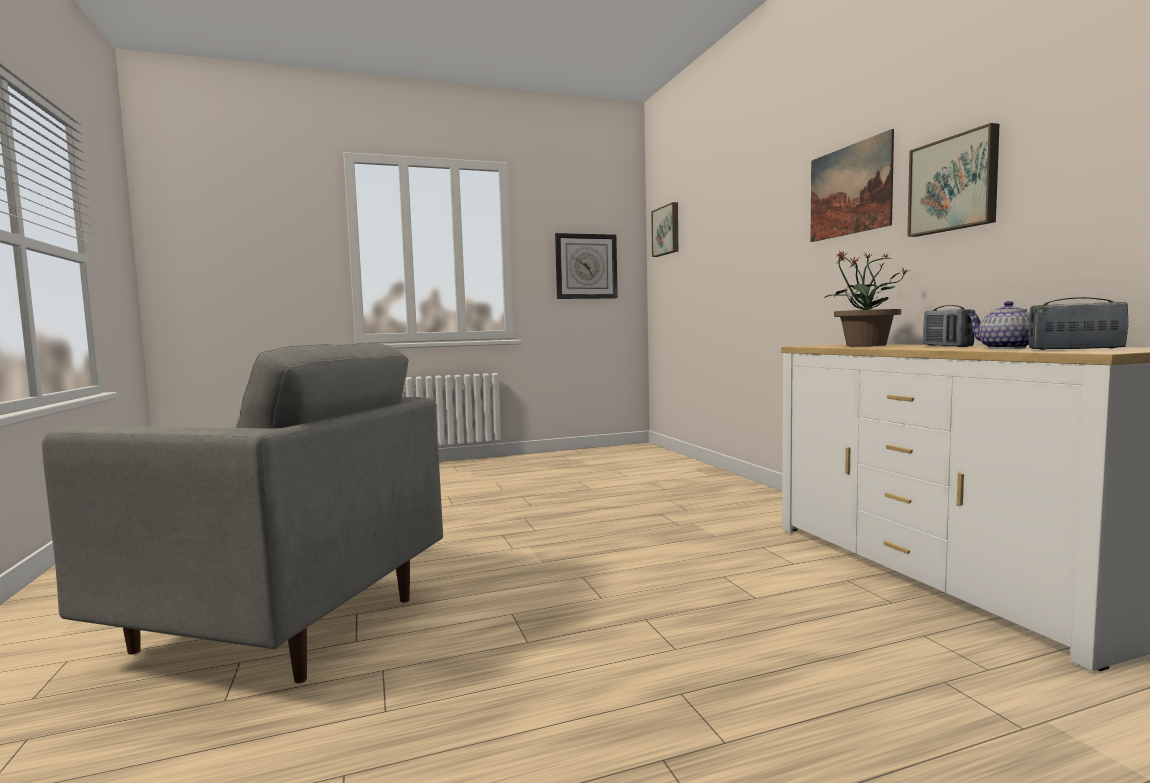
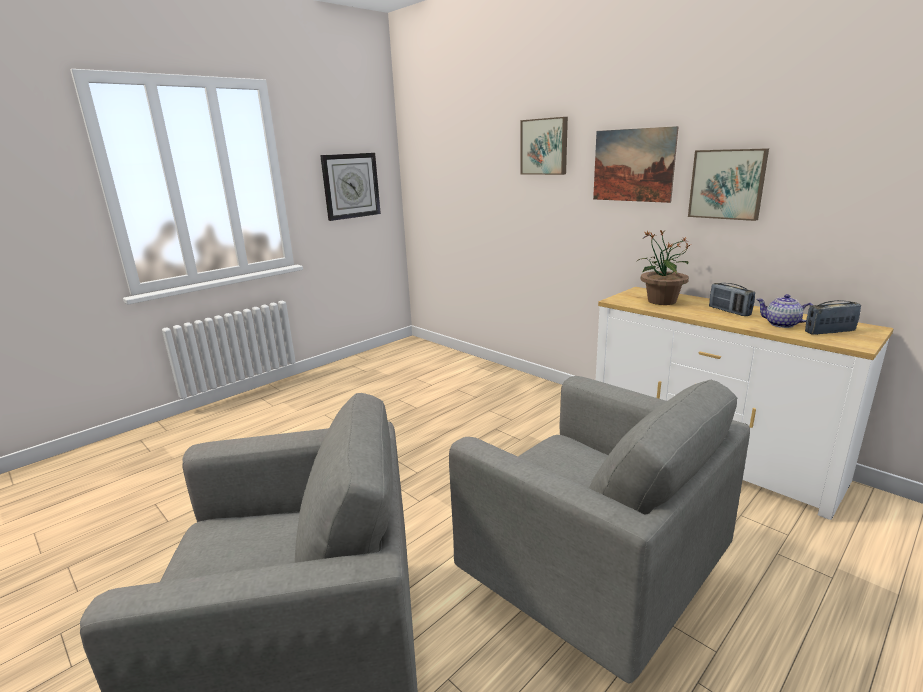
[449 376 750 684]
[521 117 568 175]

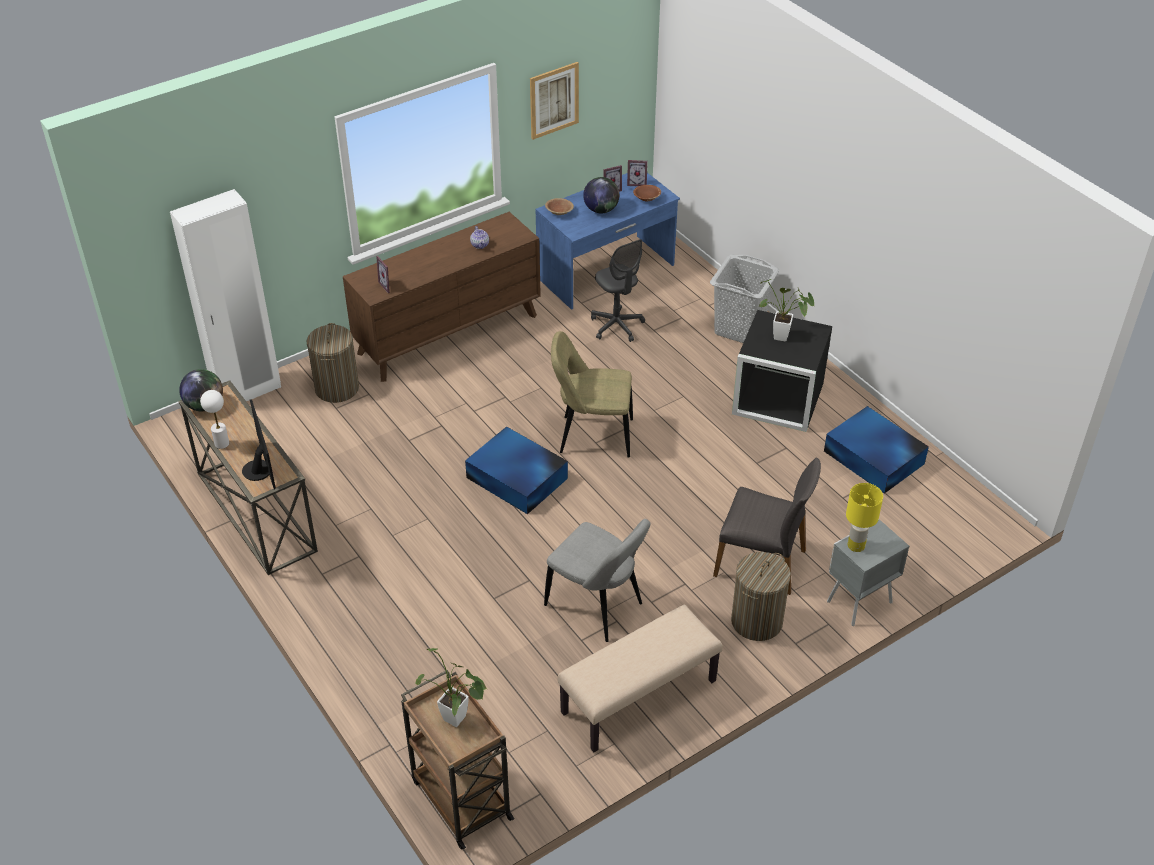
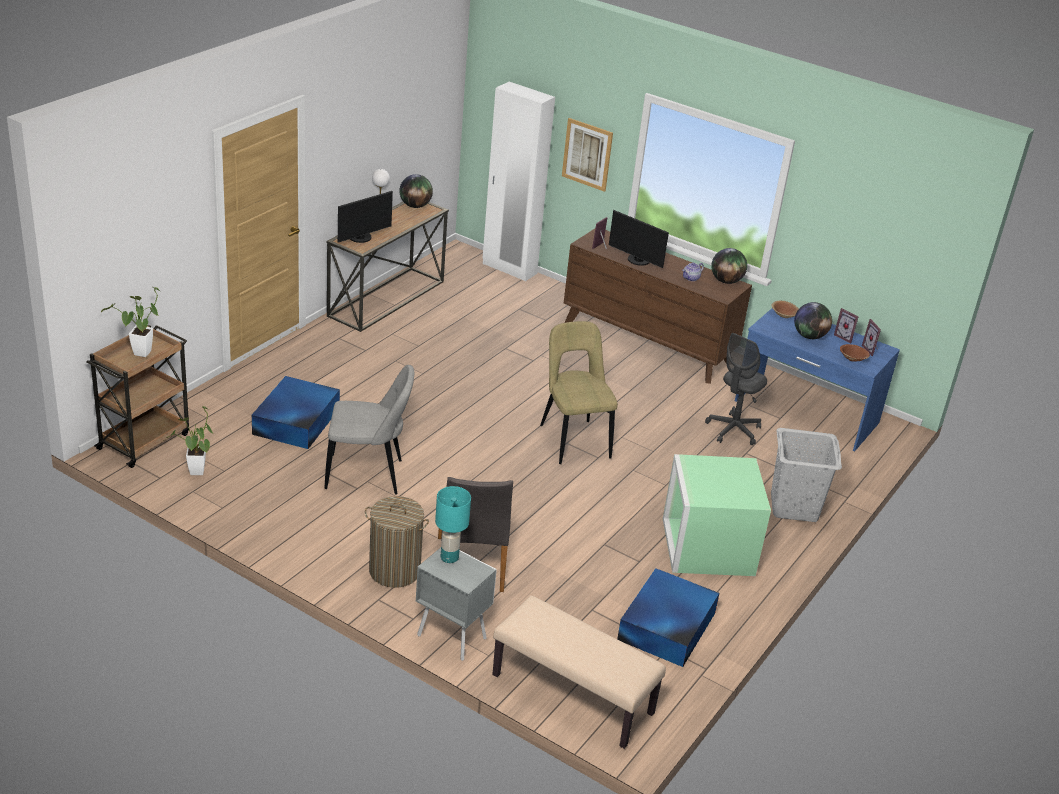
[165 406 213 475]
[252 376 340 449]
[324 365 414 495]
[435 486 471 563]
[493 596 666 749]
[562 118 613 192]
[609 210 669 268]
[663 454 771 576]
[711 248 747 284]
[307 323 359 403] (first image)

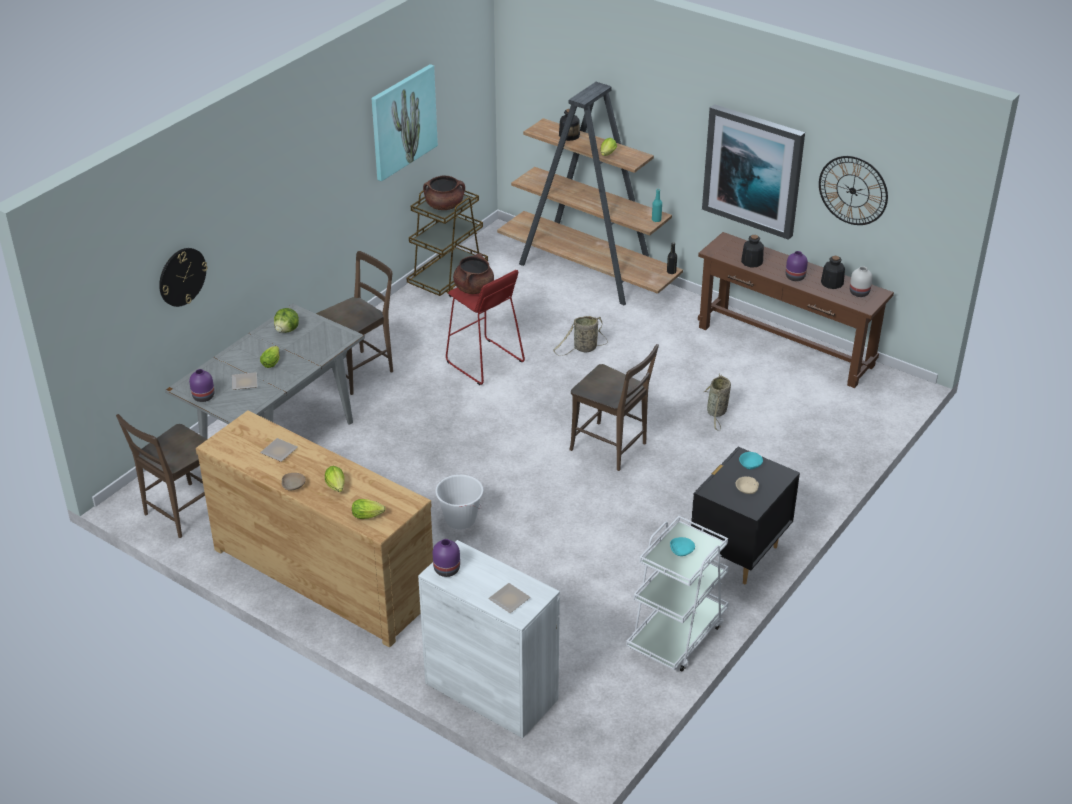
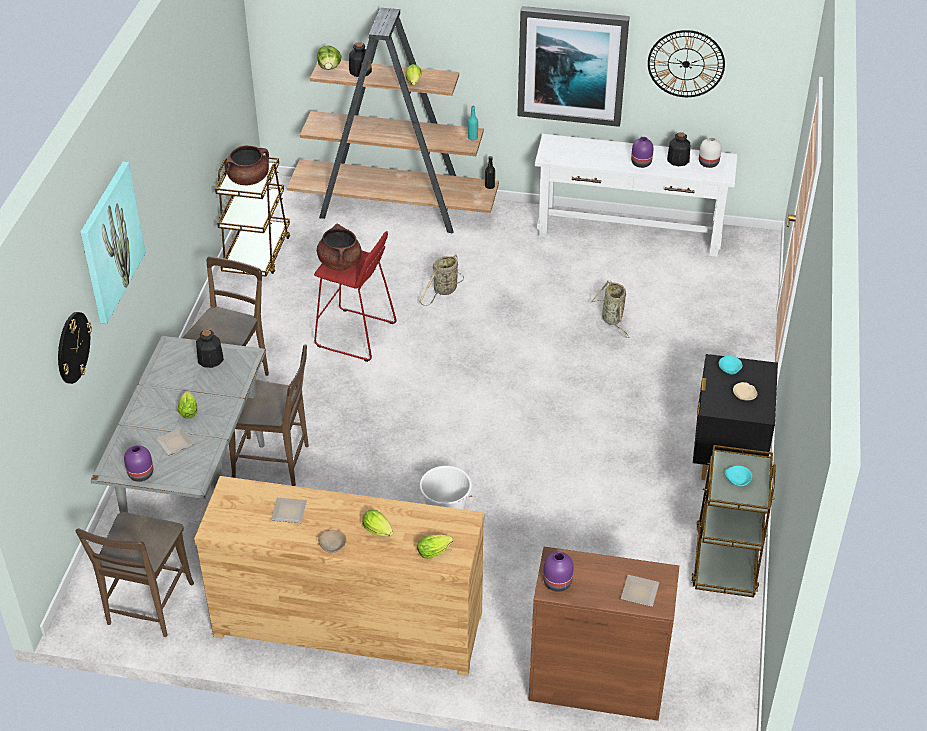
[80 161 146 324]
[196 330 224 368]
[229 345 309 486]
[317 45 341 70]
[529 547 679 721]
[535 134 738 257]
[691 445 776 597]

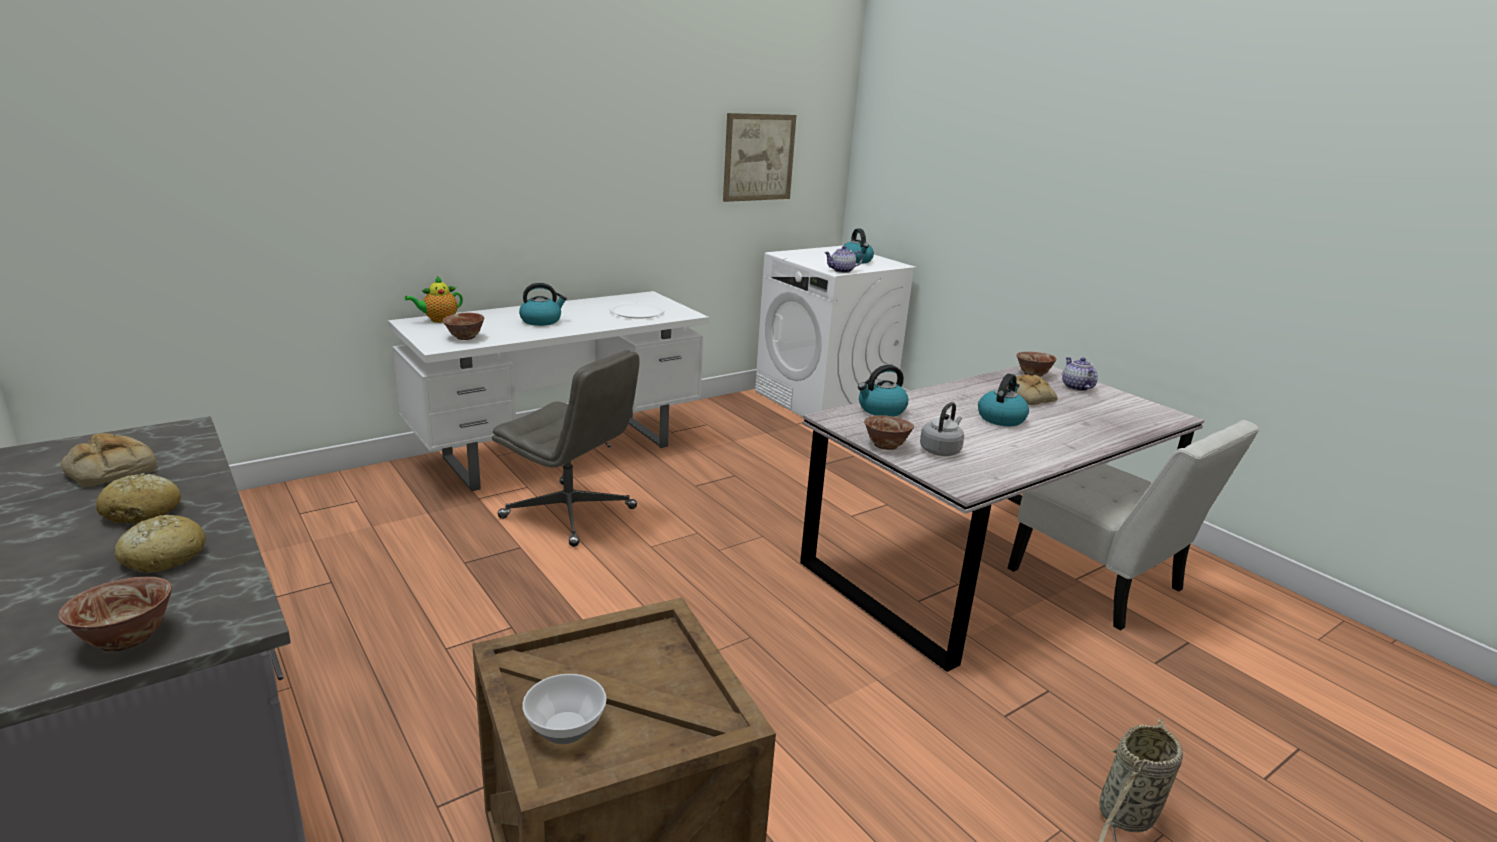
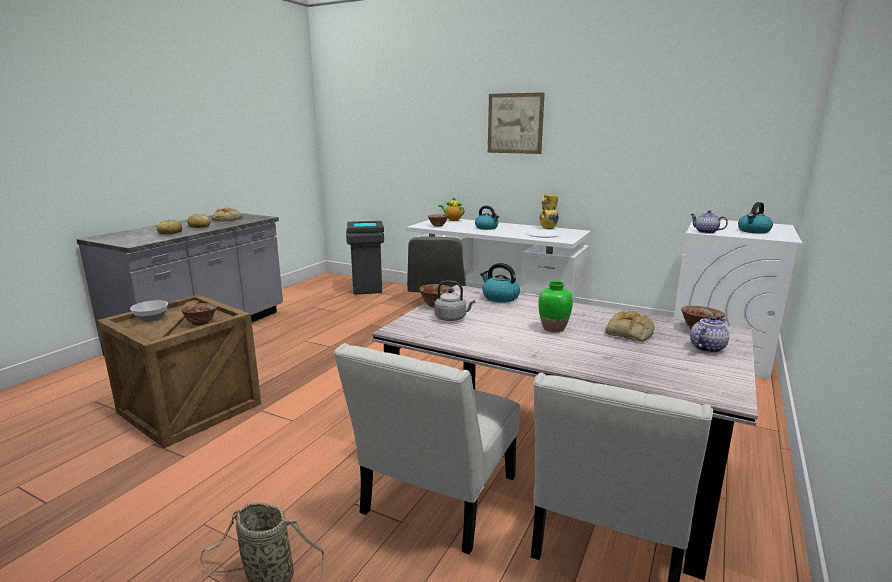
[181 303 217 325]
[334 343 520 555]
[346 221 384 295]
[488 92 545 154]
[538 281 573 332]
[540 194 558 229]

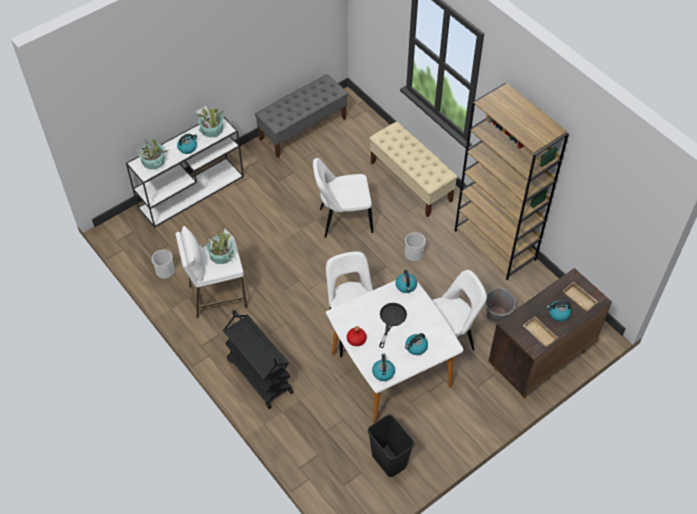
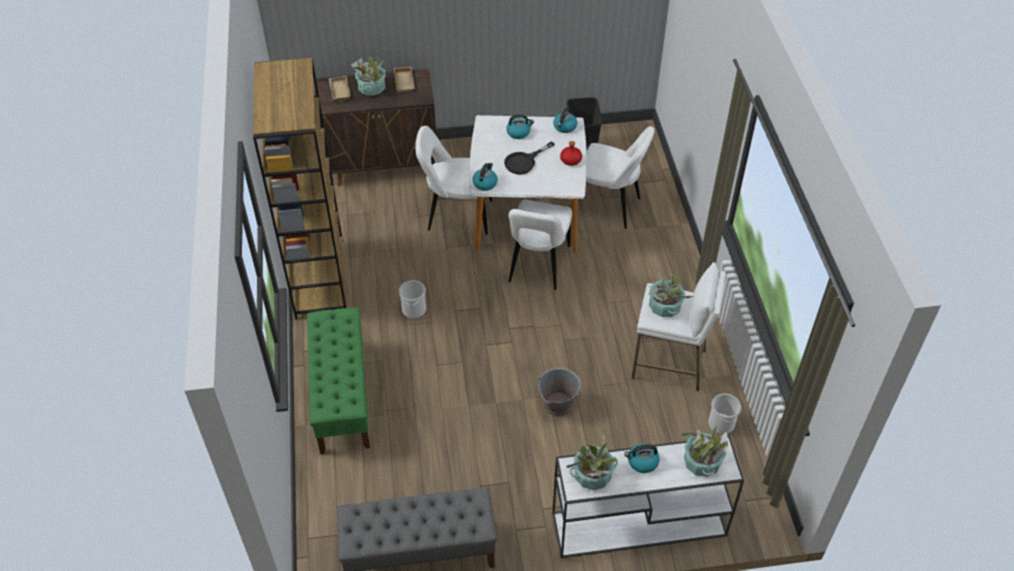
[307 308 370 454]
[351 57 386 96]
[538 368 582 417]
[570 126 655 229]
[223 310 293 409] (first image)

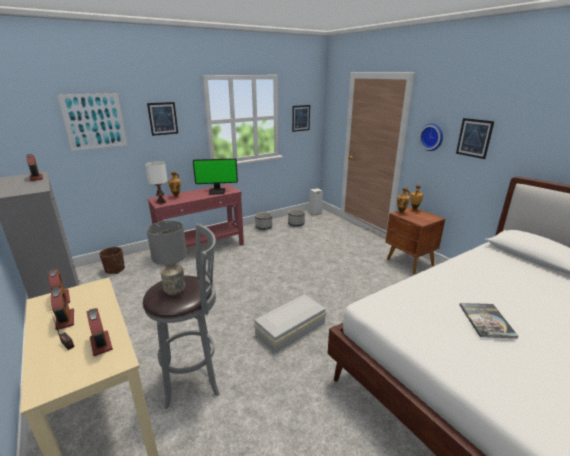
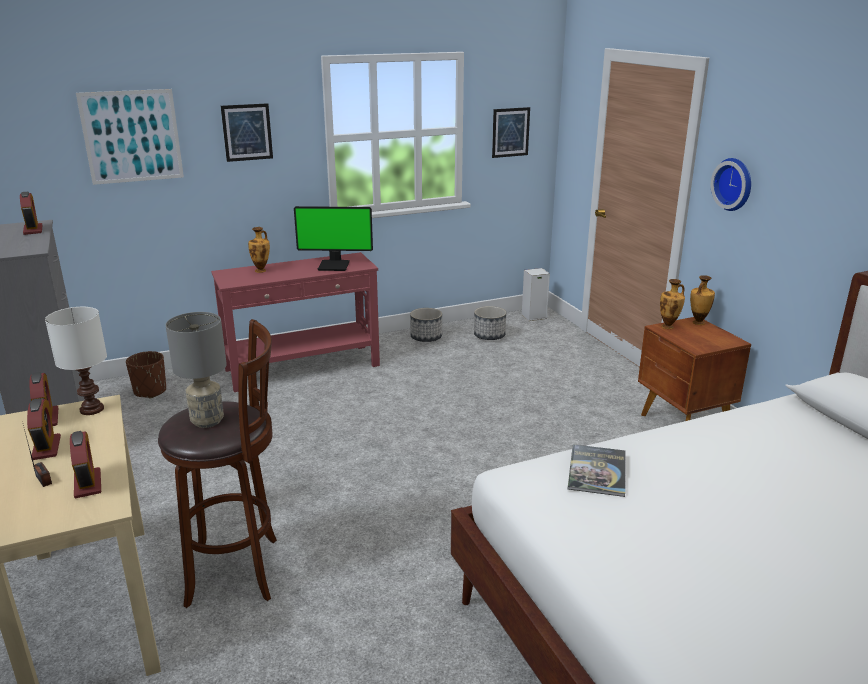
[45 307 107 415]
[158 319 277 608]
[568 444 626 497]
[254 294 326 353] (first image)
[456 118 494 159] (first image)

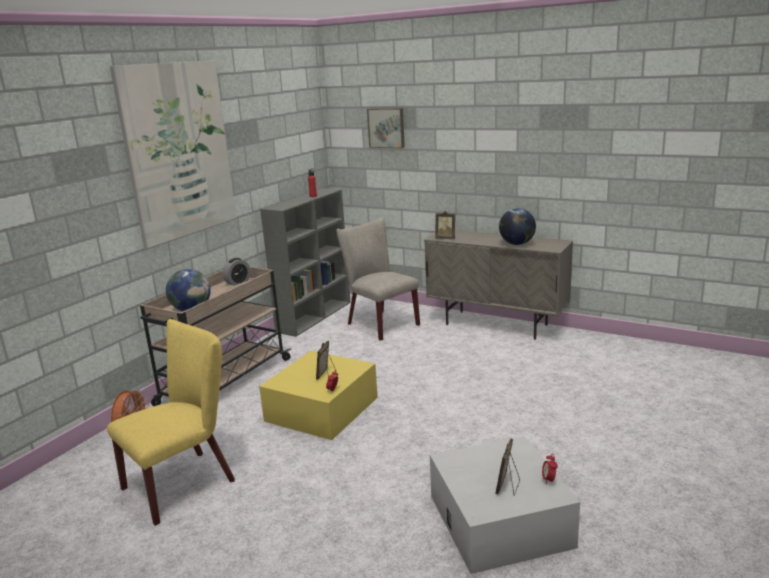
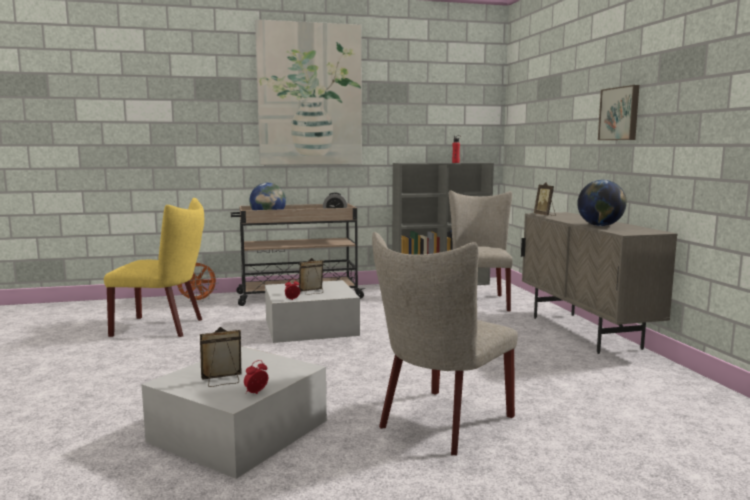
[265 280 360 343]
[372 232 518 455]
[598 85 639 140]

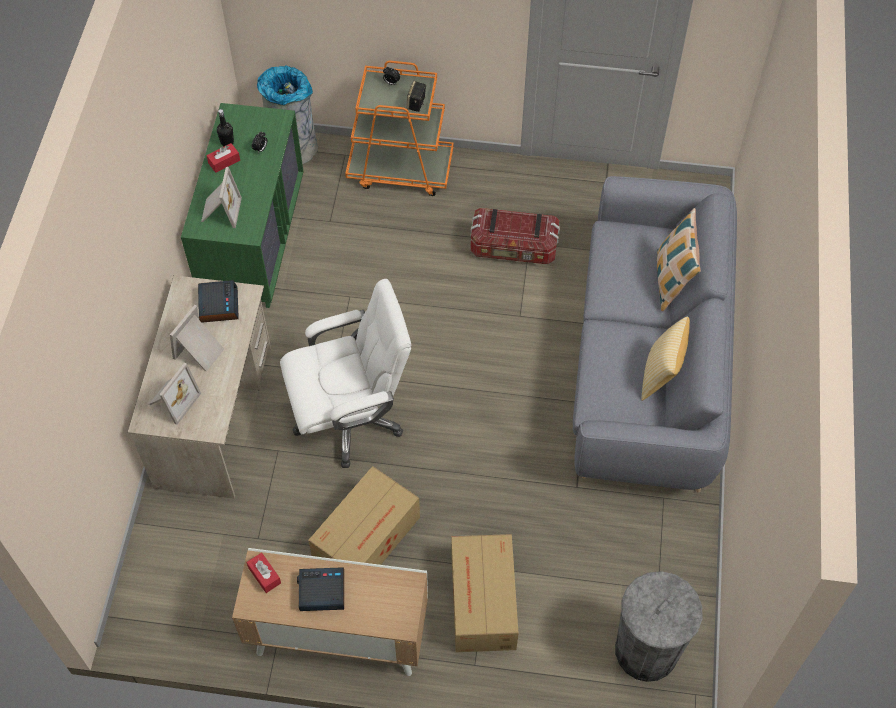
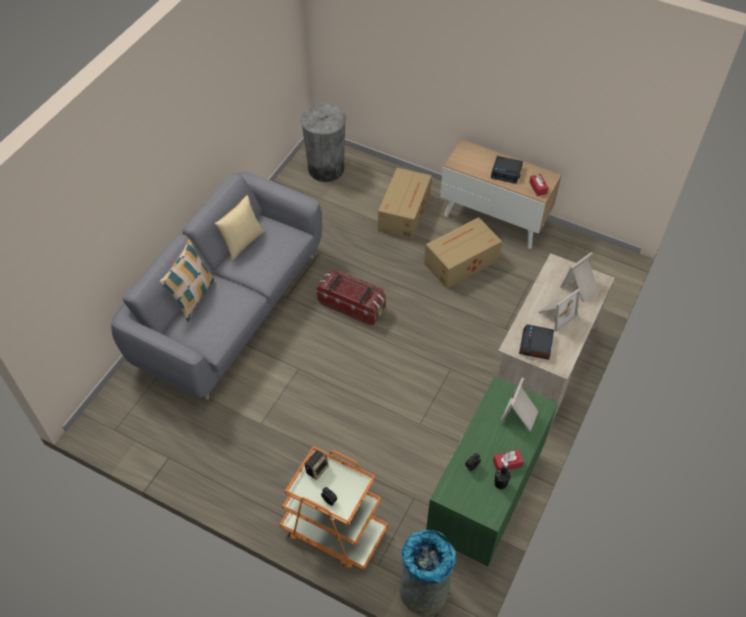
[317 270 386 326]
[280 279 411 468] (first image)

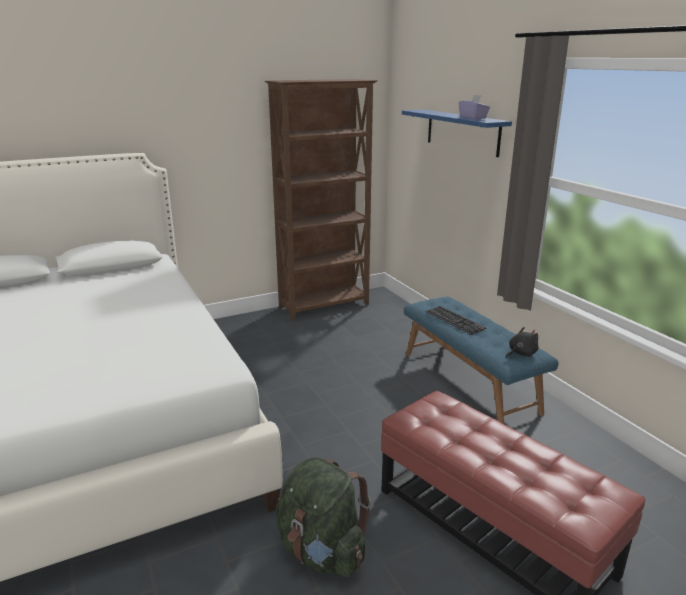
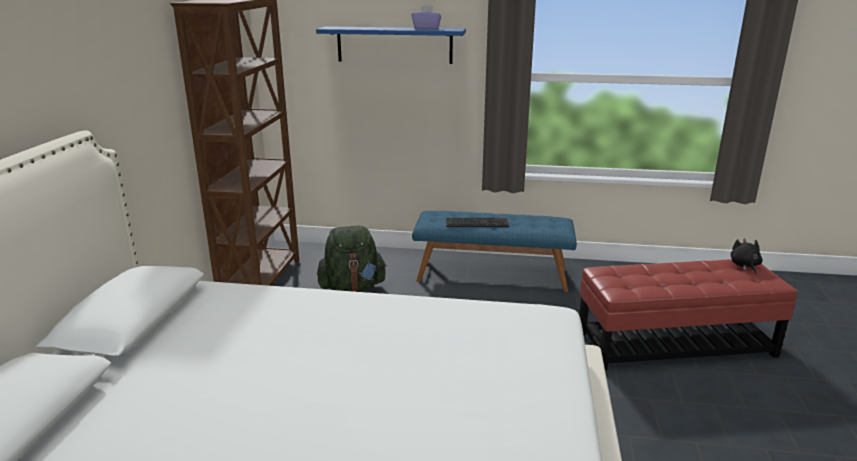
[317 226 387 292]
[731 238 762 274]

